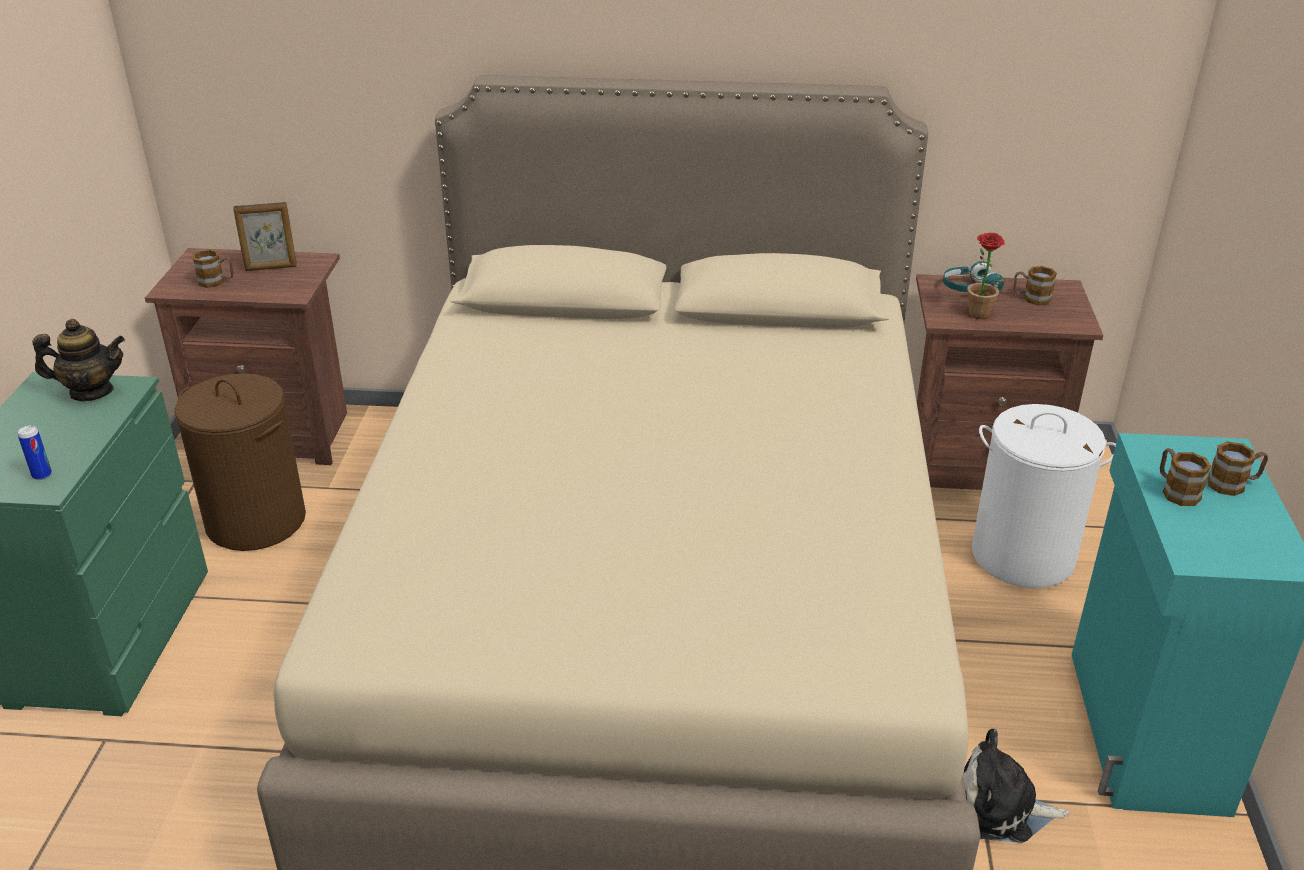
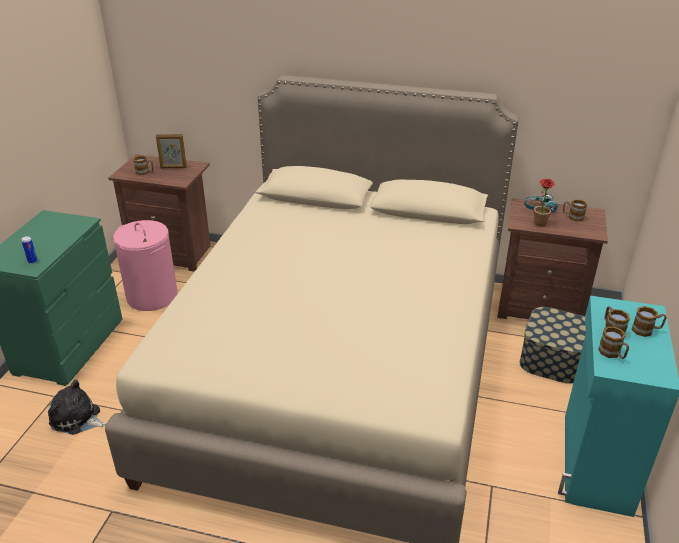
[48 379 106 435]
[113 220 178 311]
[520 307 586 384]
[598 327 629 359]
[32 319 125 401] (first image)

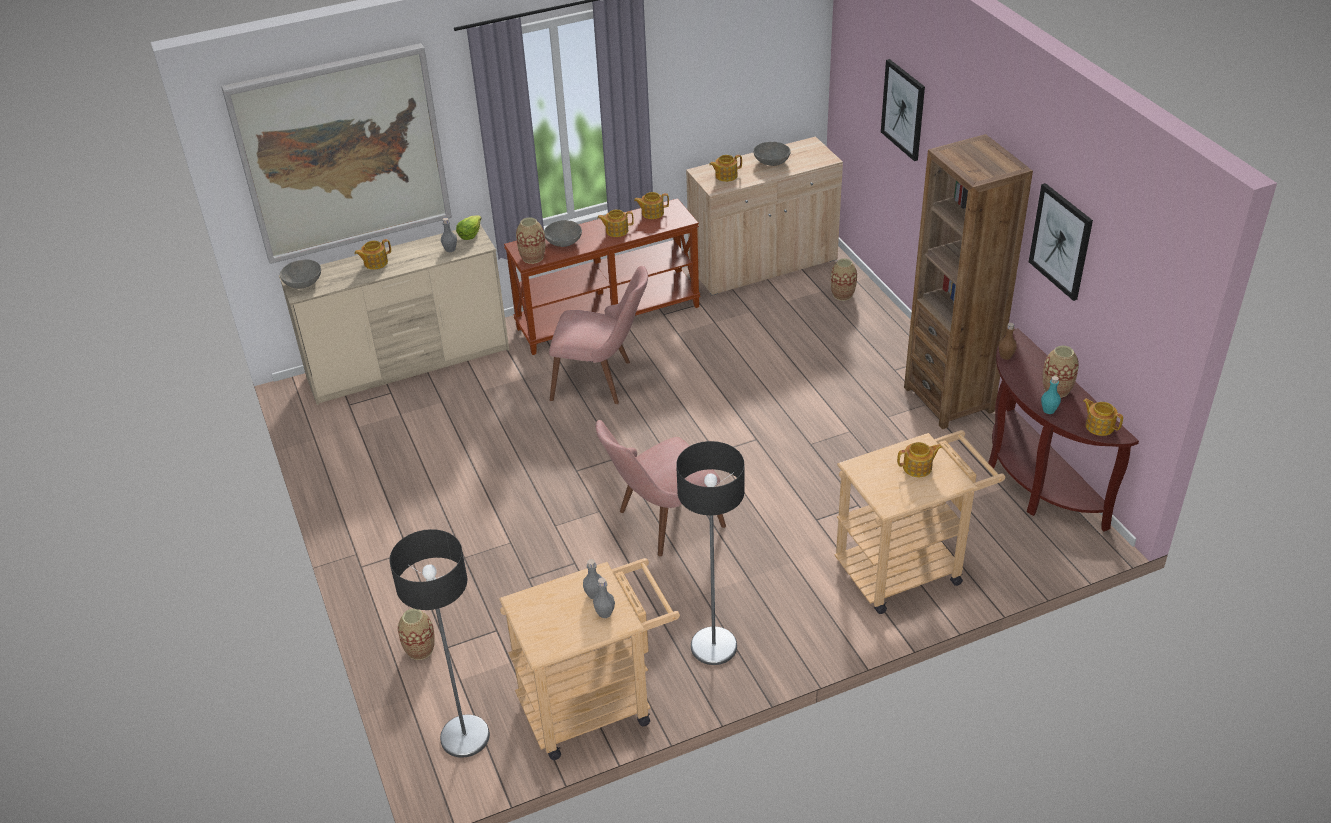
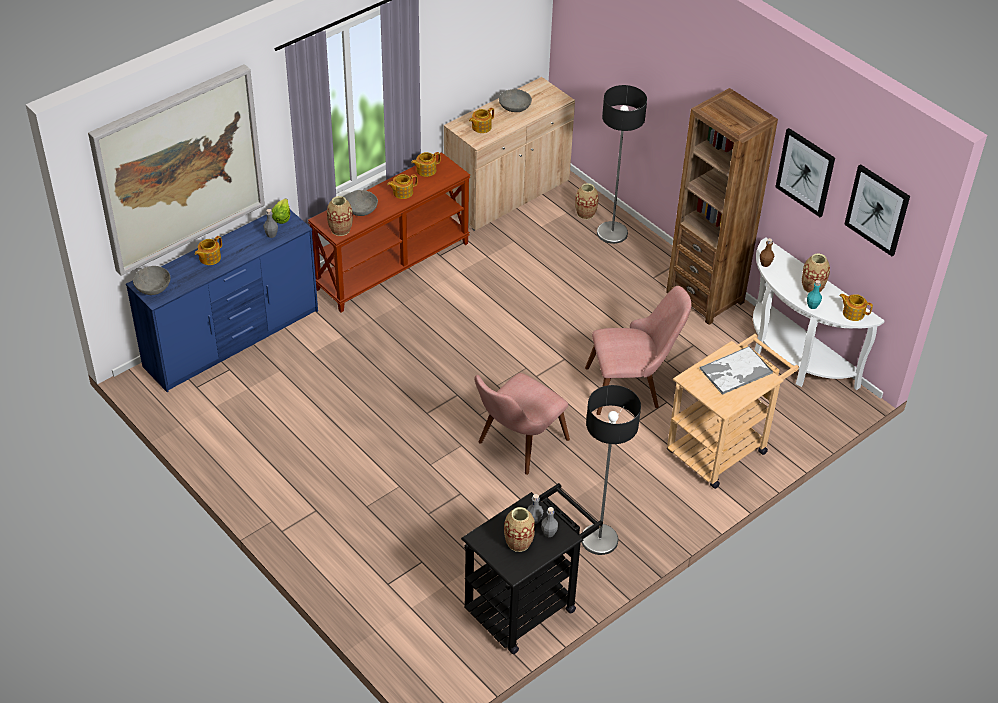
[126 210 318 392]
[461 483 603 654]
[504 507 535 552]
[585 286 691 415]
[597 85 647 244]
[699 346 773 395]
[753 238 885 390]
[844 164 910 256]

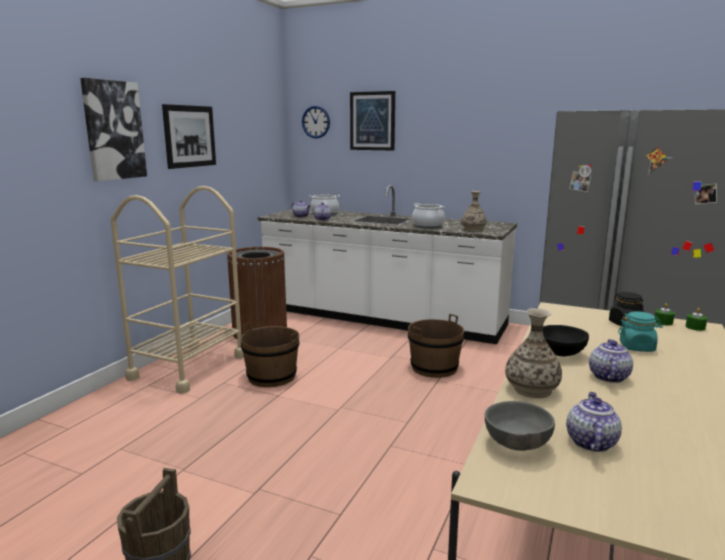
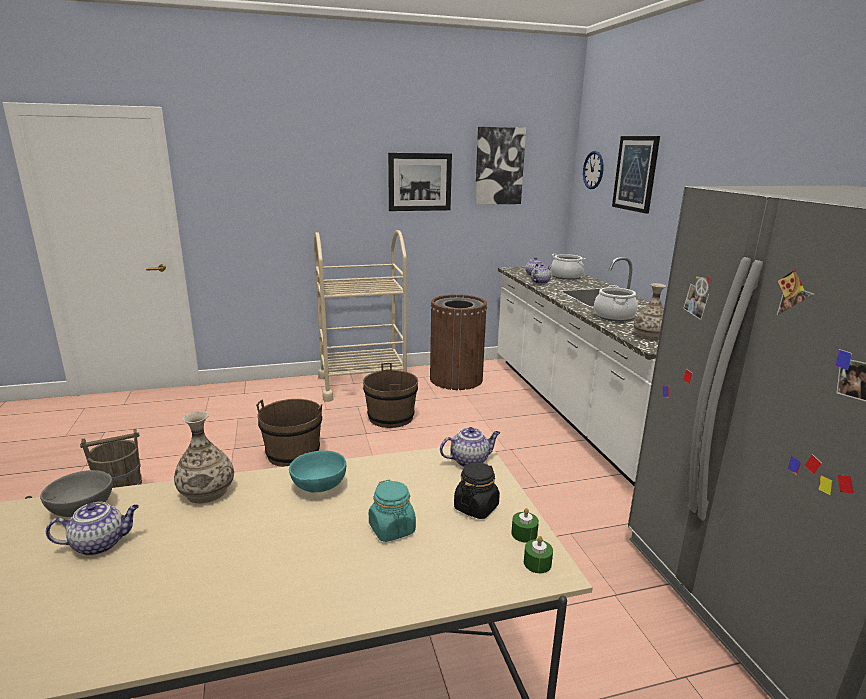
[256 399 322 467]
[289 450 346 493]
[440 427 500 467]
[475 127 526 205]

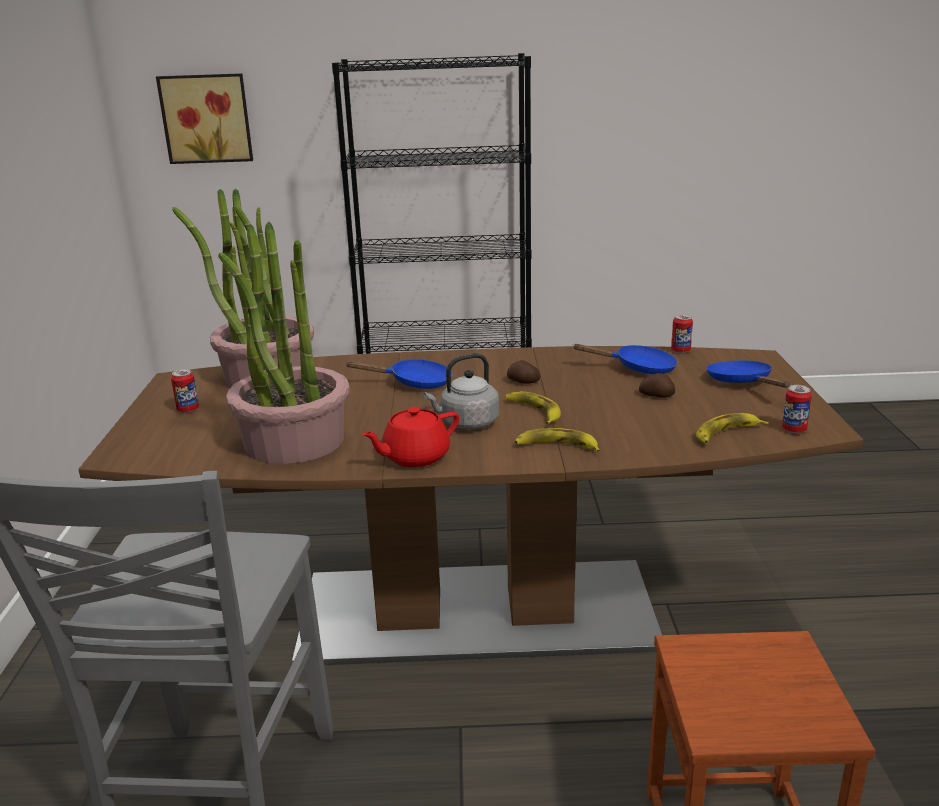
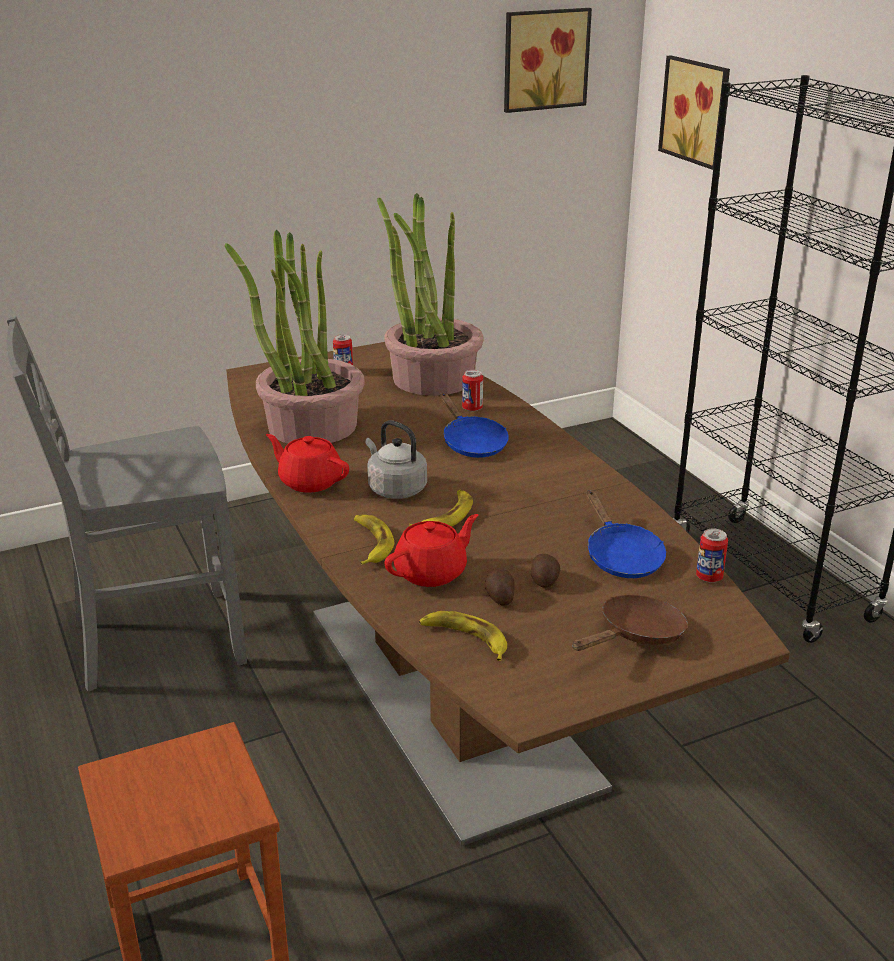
[384 514 478 587]
[462 370 483 412]
[485 568 515 606]
[504 8 592 113]
[572 595 688 651]

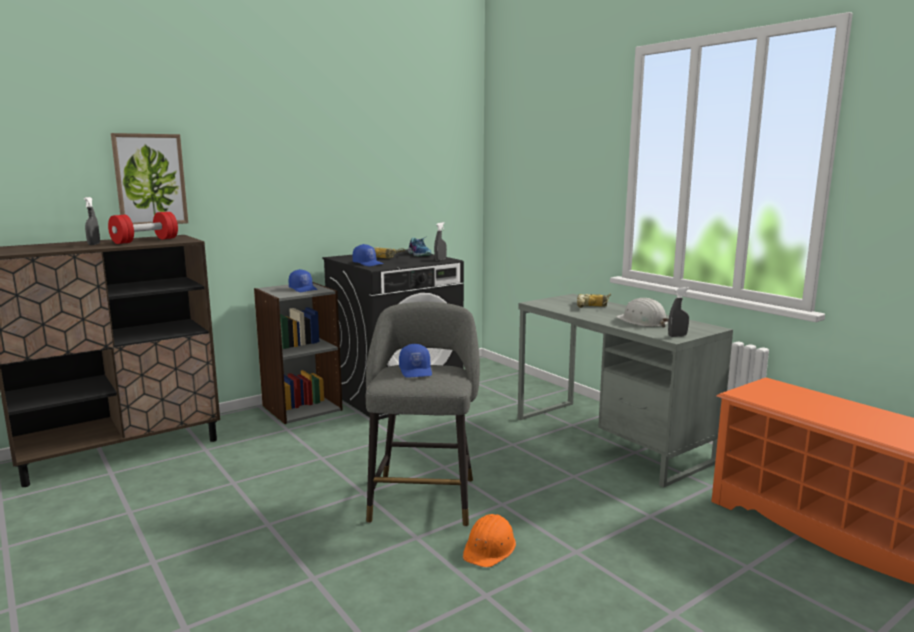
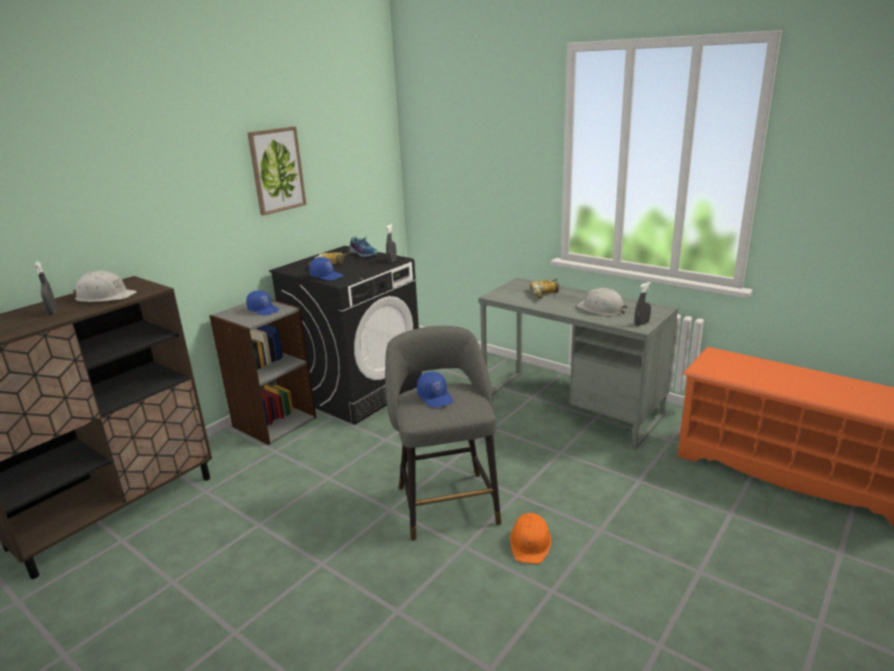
[73 271 137 302]
[247 126 306 216]

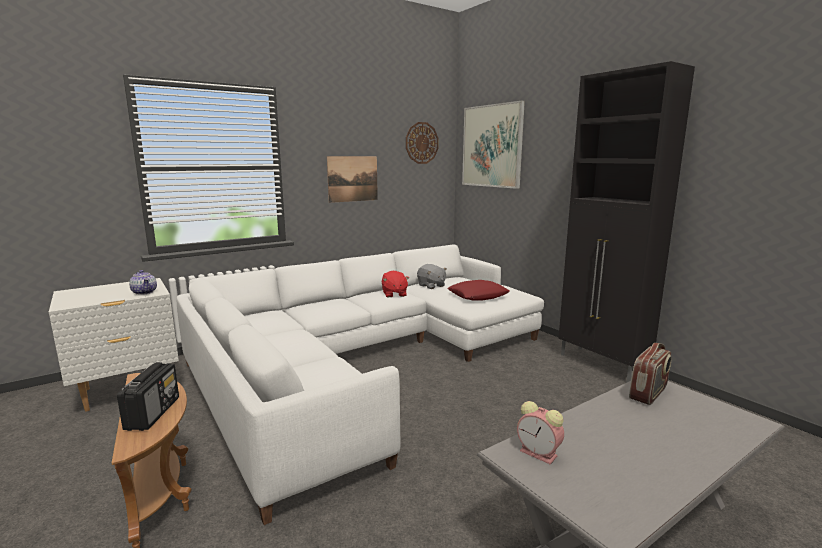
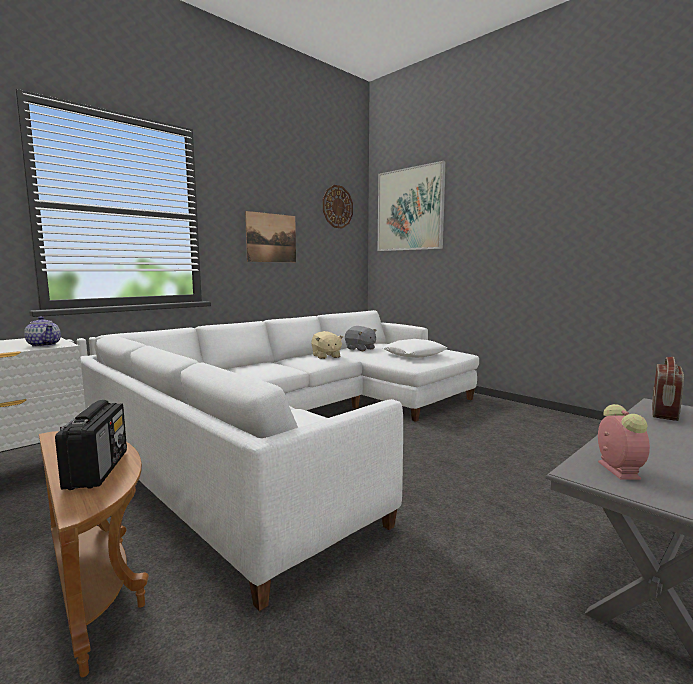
[311 331 343 359]
[383 339 447 358]
[598 404 650 480]
[559 61 695 382] (first image)

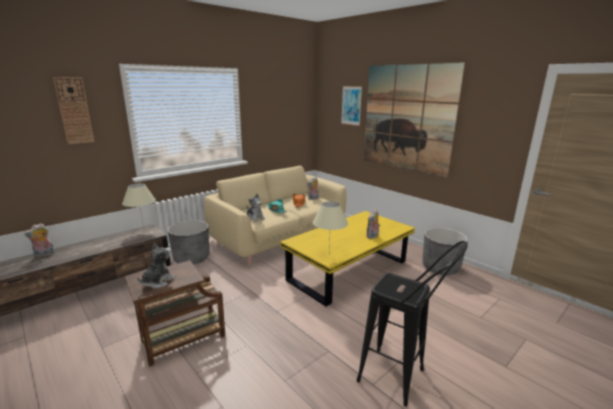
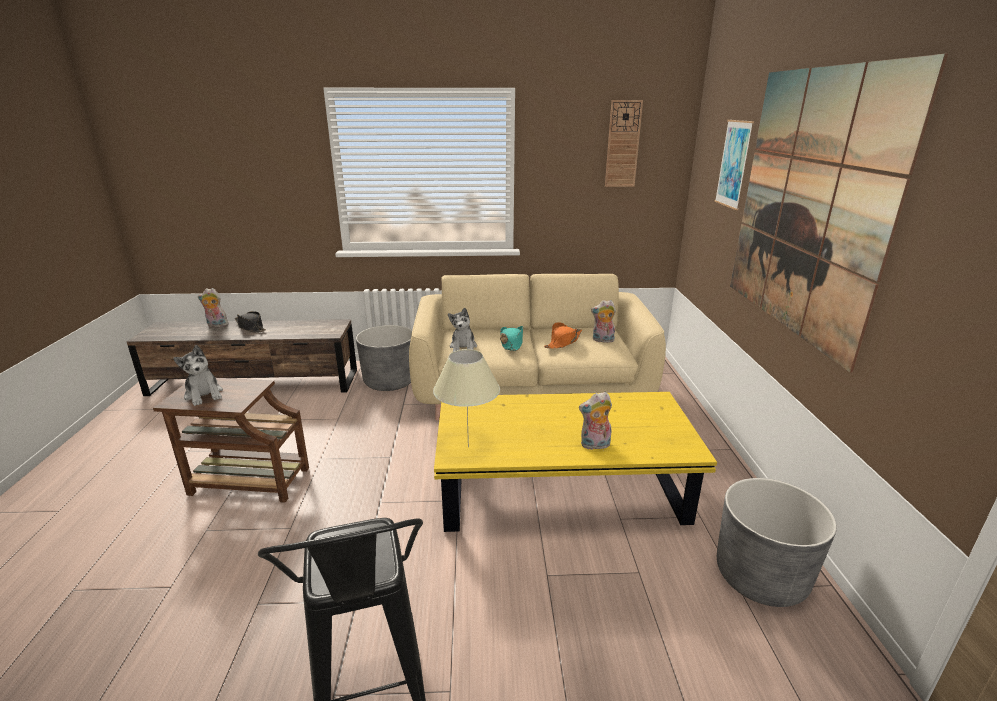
[173 345 223 406]
[235 311 266 333]
[605 100 643 187]
[122 183 156 229] (first image)

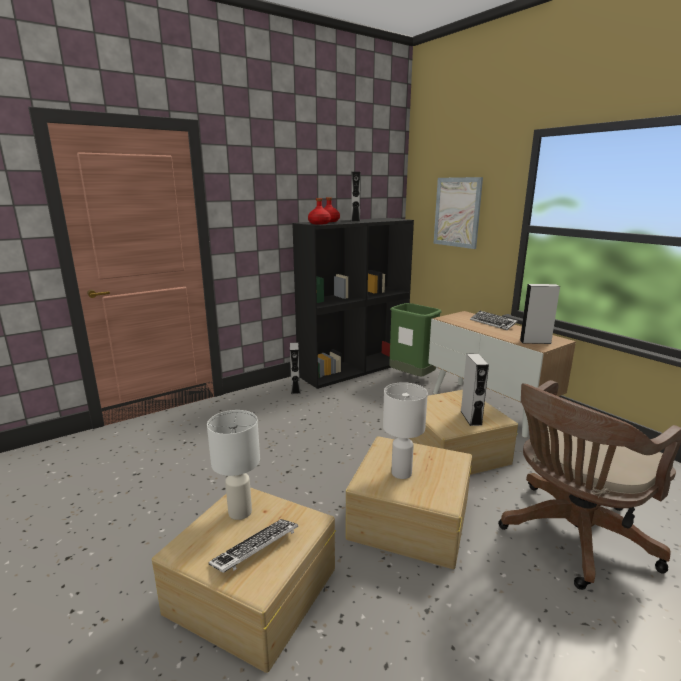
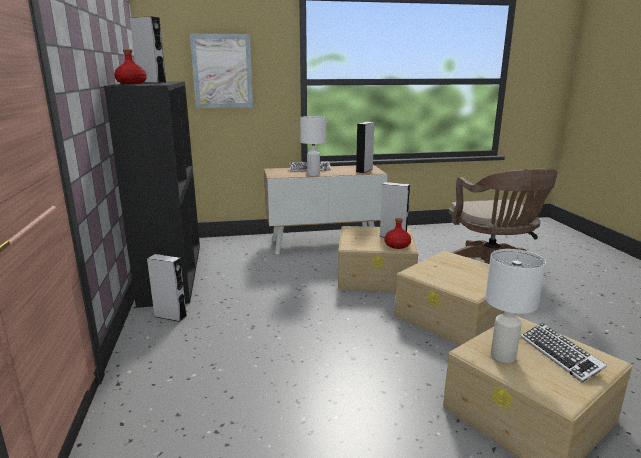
[300 116 326 176]
[385 218 411 249]
[389 303 442 377] (first image)

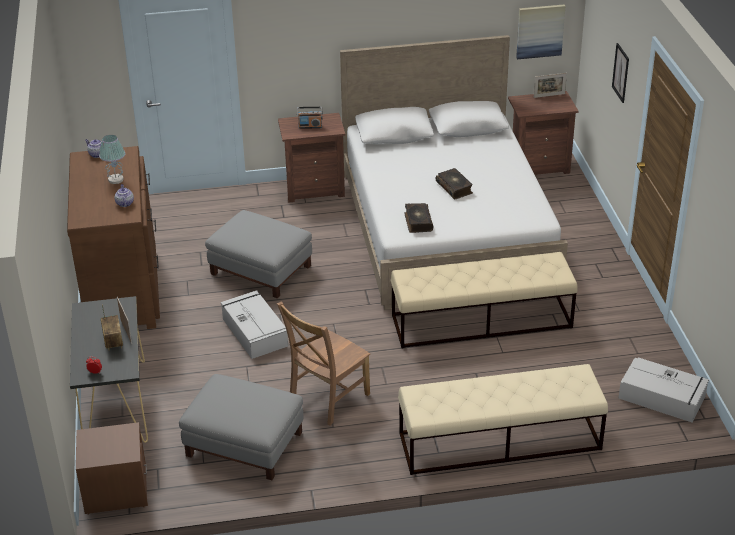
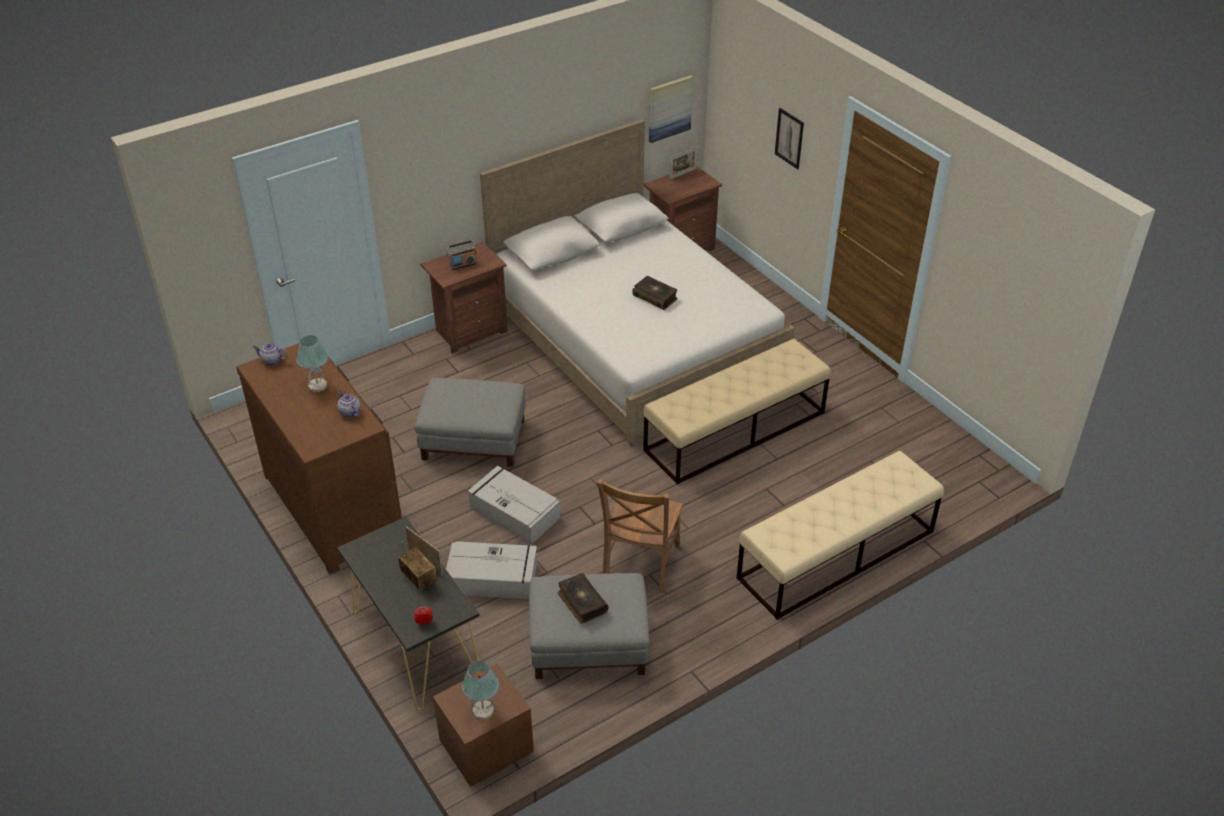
[446 541 537 599]
[462 661 499 720]
[558 573 608 624]

